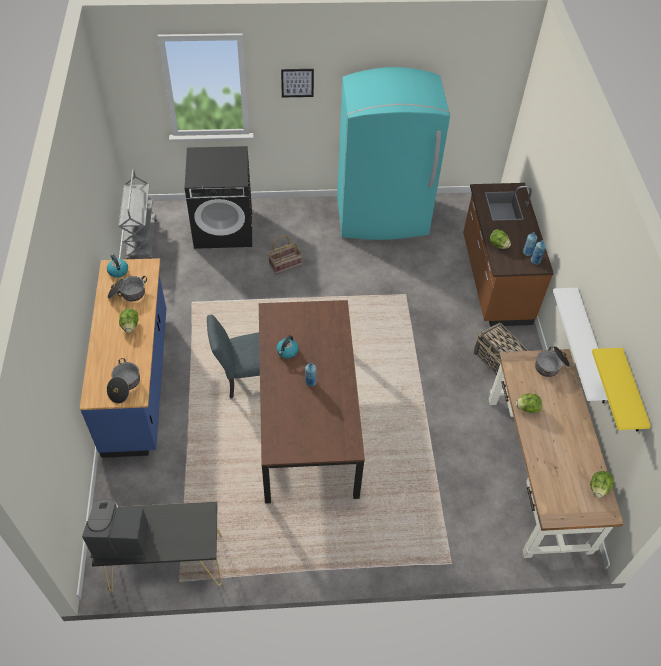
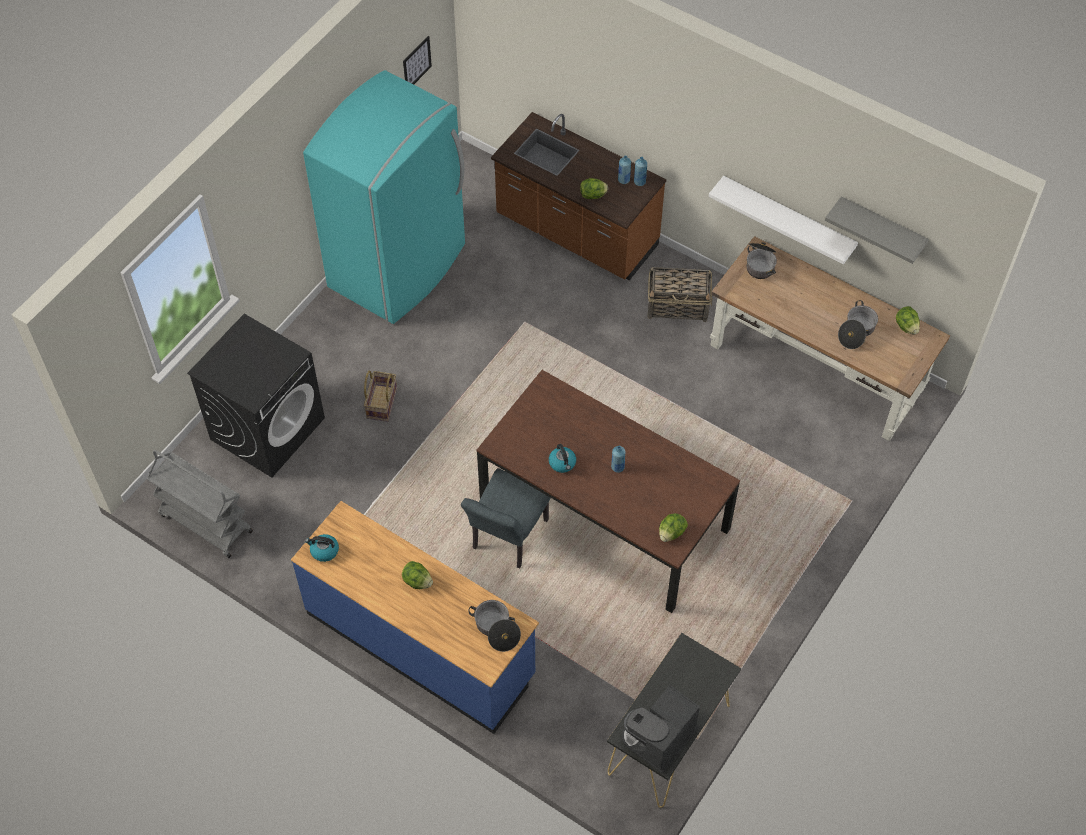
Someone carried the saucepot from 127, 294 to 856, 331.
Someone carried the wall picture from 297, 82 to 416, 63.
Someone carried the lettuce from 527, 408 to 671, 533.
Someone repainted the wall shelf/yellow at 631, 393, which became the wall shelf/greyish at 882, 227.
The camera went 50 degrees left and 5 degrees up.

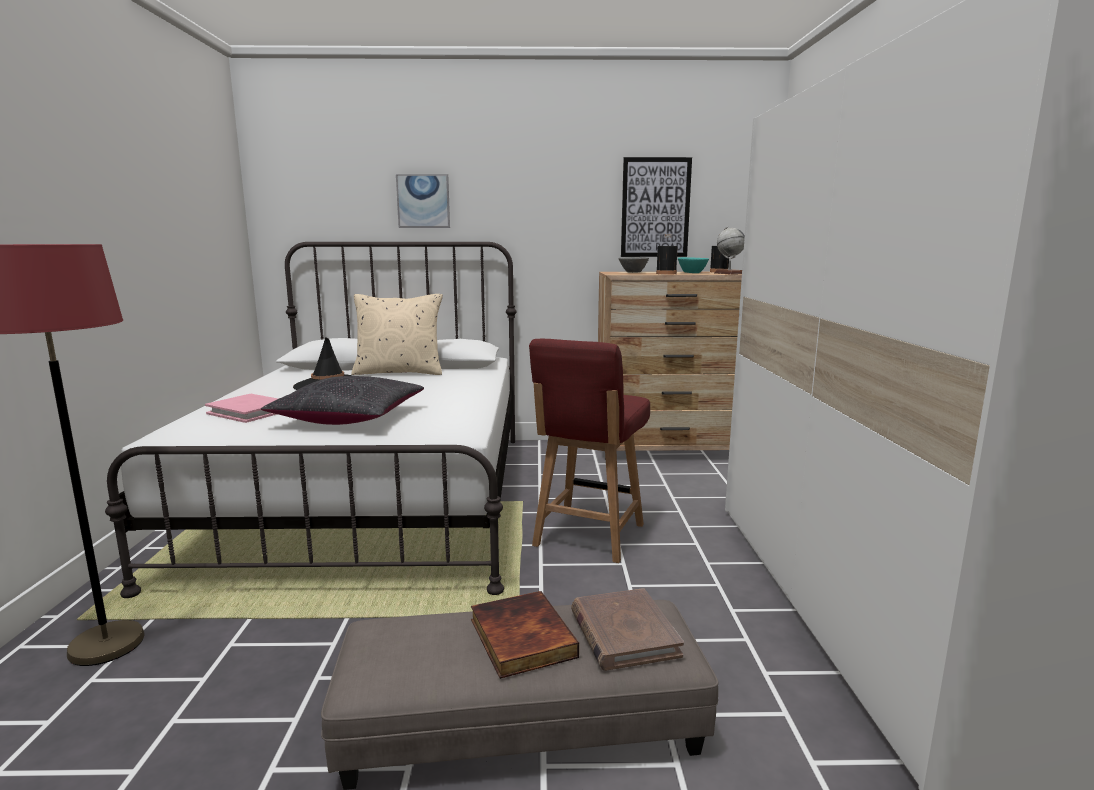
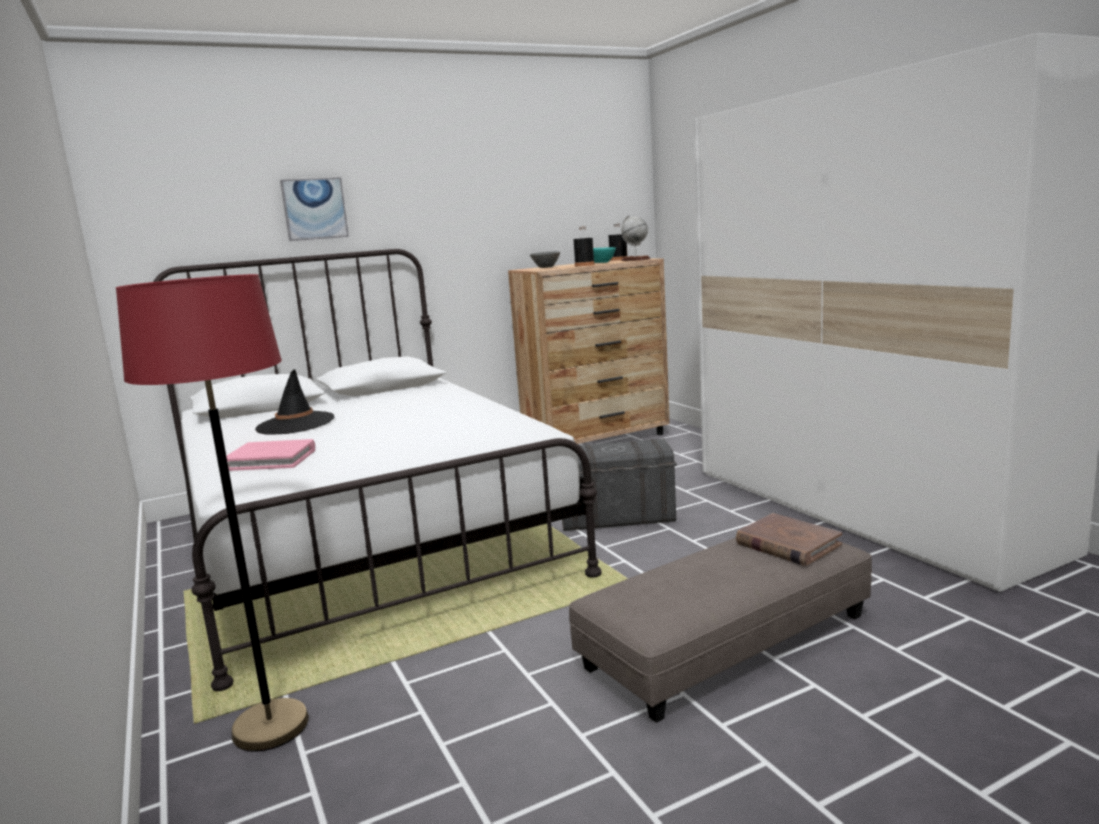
Someone took away the pillow/black at 349, 418.
Someone took away the pillow/beige-coloured at 399, 372.
Someone took away the volume at 520, 638.
Someone swapped the upright chair/reddish at 588, 536 for the storage box/greyish at 616, 517.
Someone took away the wall picture at 655, 208.
The camera went 25 degrees left and 0 degrees up.

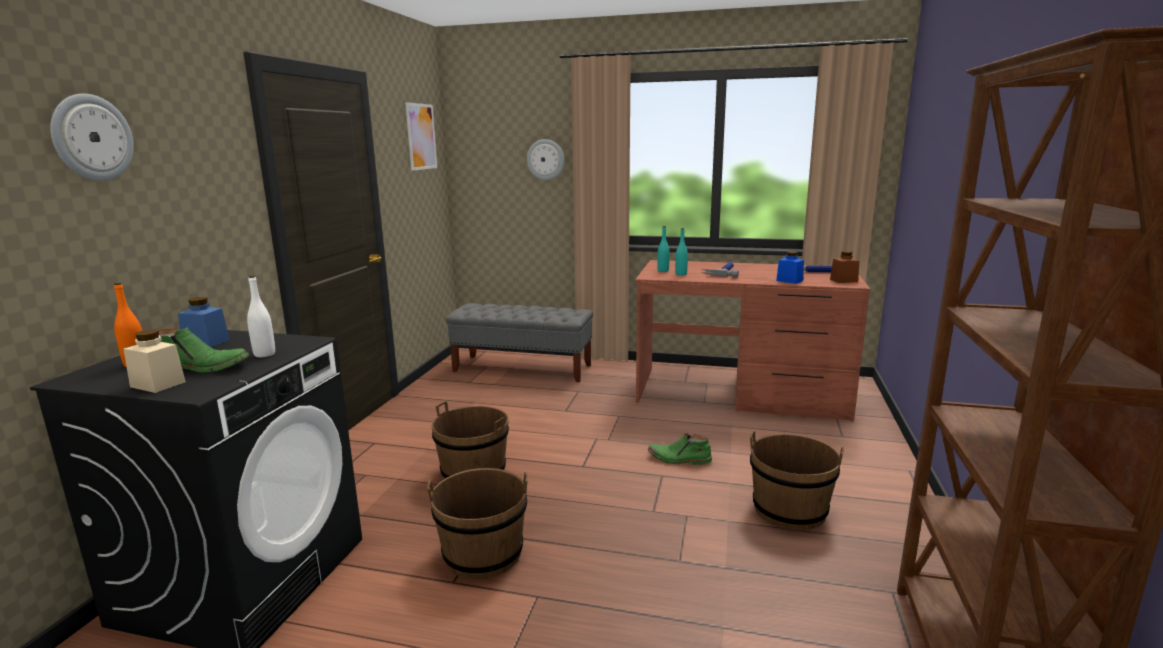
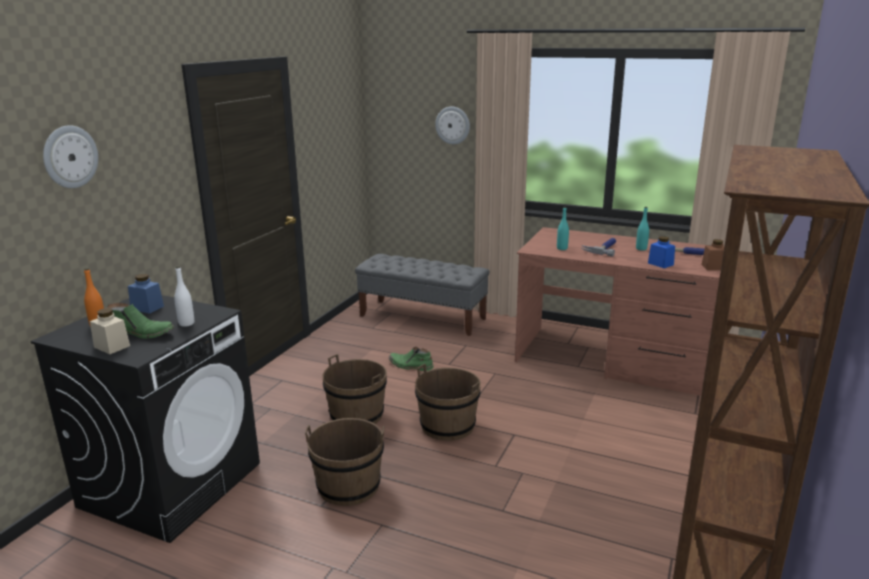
Someone took away the wall picture at 421, 136.
Someone carried the tall boot/greenish from 679, 459 to 410, 366.
Someone carried the bottle/blue-green from 663, 271 to 641, 249.
Someone carried the pail/brown-coloured from 789, 510 to 447, 425.
The camera went 10 degrees right and 5 degrees up.

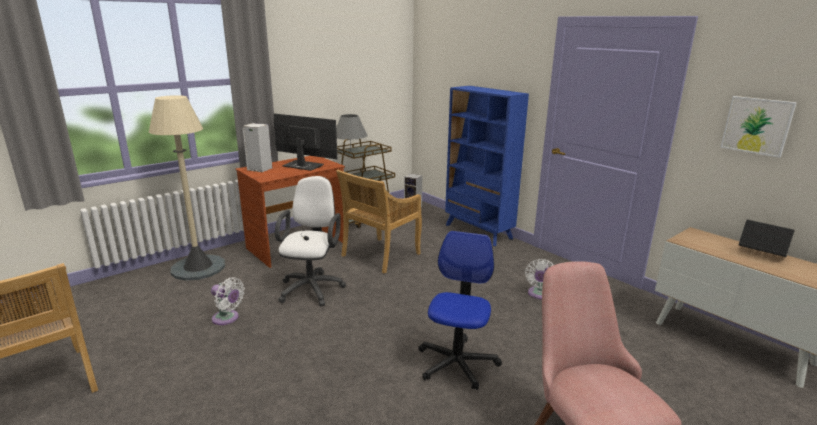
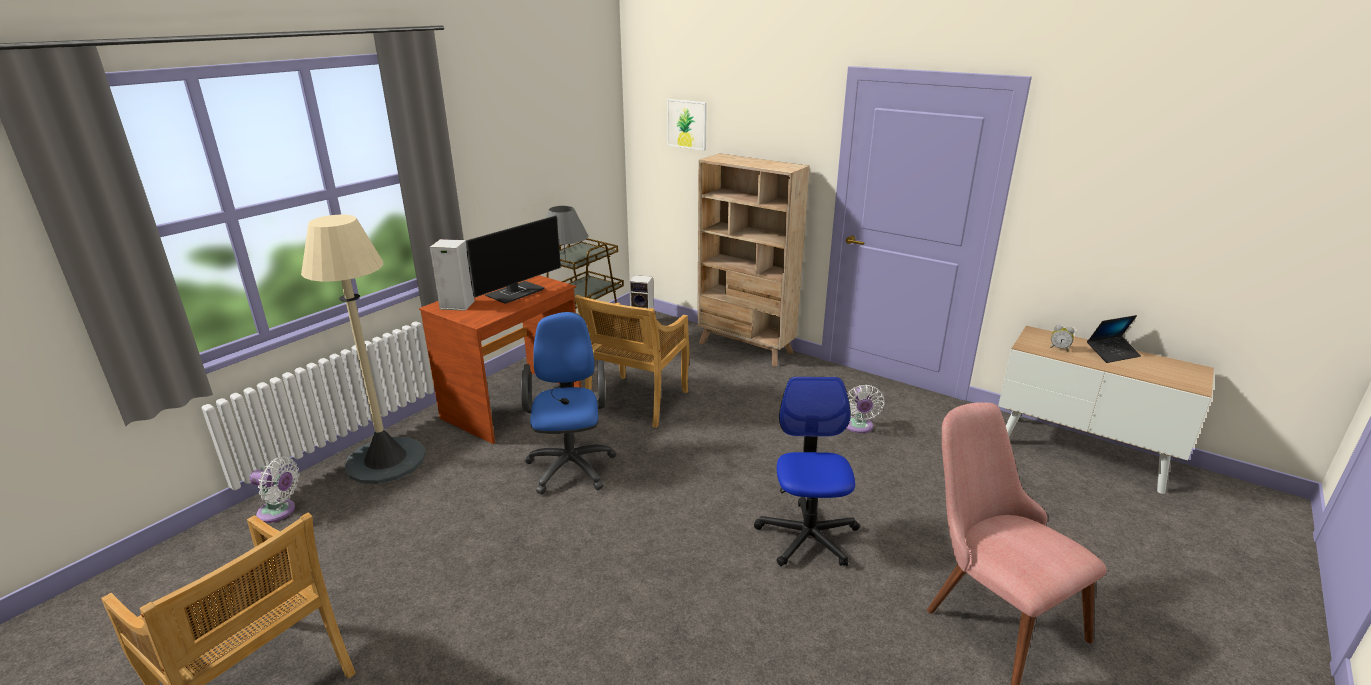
Someone carried the electric fan/white-coloured from 227, 318 to 279, 512.
Someone rotated the monitor at 302, 166 by 120 degrees clockwise.
Someone repainted the desk chair/white-coloured at 312, 287, which became the desk chair/blue at 571, 464.
Someone repainted the bookshelf/blue at 478, 232, which became the bookshelf/beige-coloured at 745, 348.
Someone carried the wall picture from 756, 125 to 687, 124.
Someone rotated the notebook computer at 761, 254 by 135 degrees clockwise.
Someone put down the table clock at 1059, 348.
The camera went 15 degrees left and 5 degrees up.

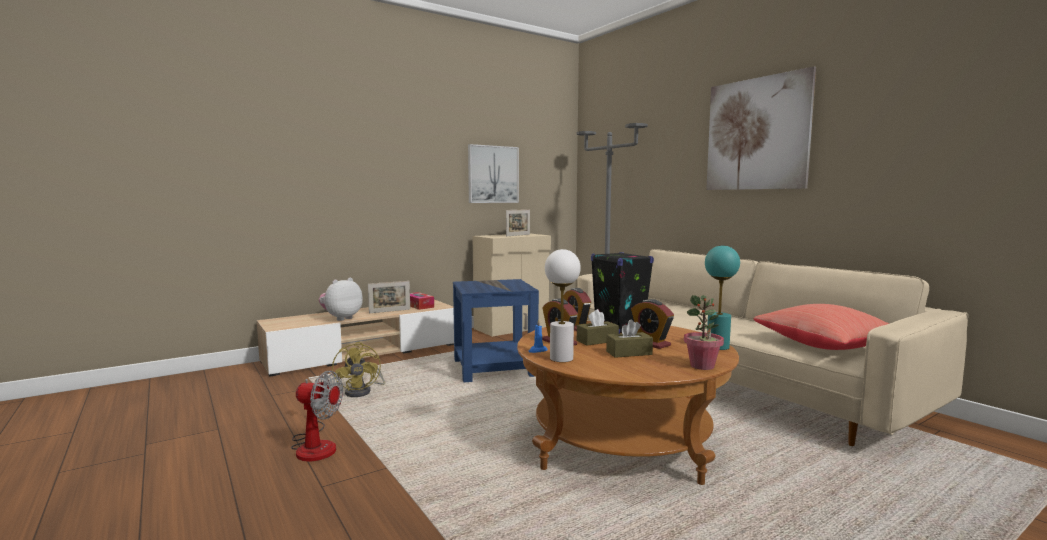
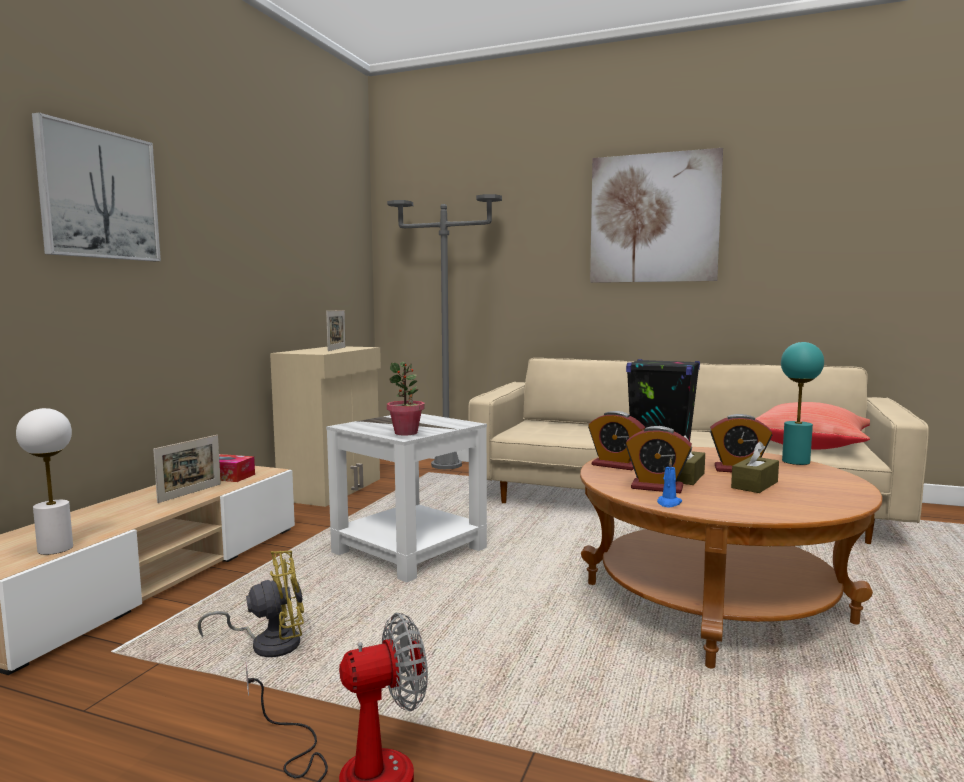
Someone took away the plush toy at 341, 318.
Someone rotated the electric fan/yellow at 363, 391 by 60 degrees counterclockwise.
Someone repainted the side table/blue at 493, 367, which became the side table/white-coloured at 407, 550.
Someone carried the wall picture from 493, 174 to 99, 194.
Someone carried the tabletop lamp/white-coloured from 561, 358 to 55, 549.
Someone carried the plant in a pot from 702, 366 to 406, 433.
The camera went 35 degrees left and 0 degrees up.

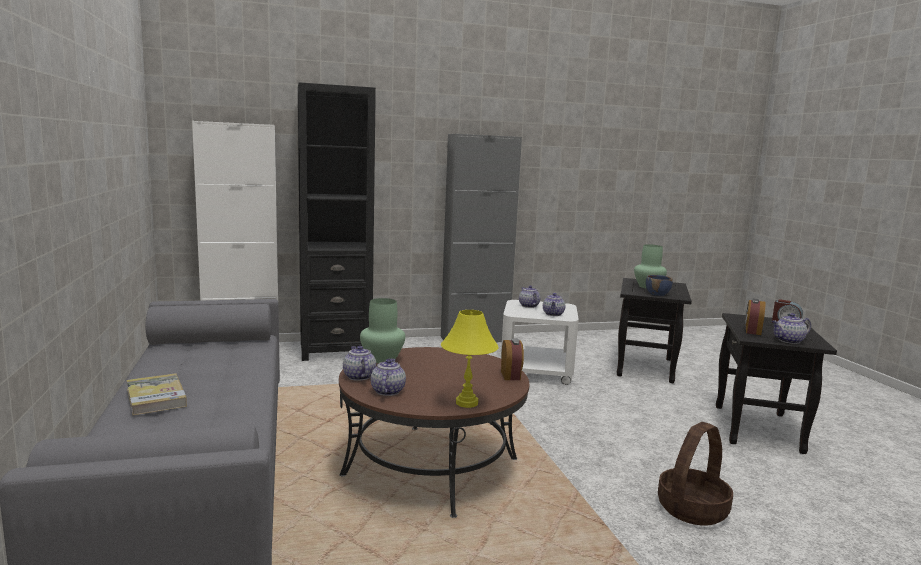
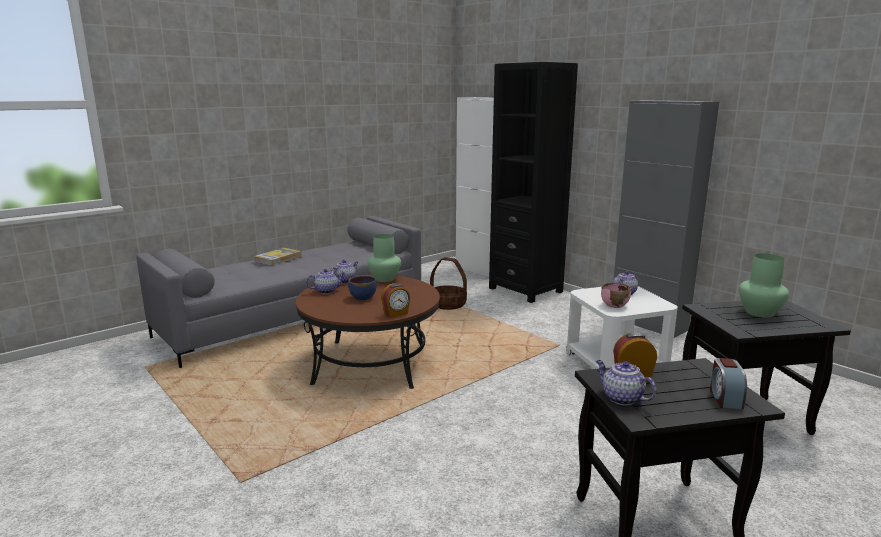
Someone took away the tabletop lamp/yellow at 467, 403.
Someone swapped the tea pot at 553, 314 for the bowl/pinkish at 614, 305.
Someone carried the bowl/blue from 657, 294 to 363, 297.
Someone carried the storage basket from 692, 509 to 448, 304.
The camera went 65 degrees right and 5 degrees up.

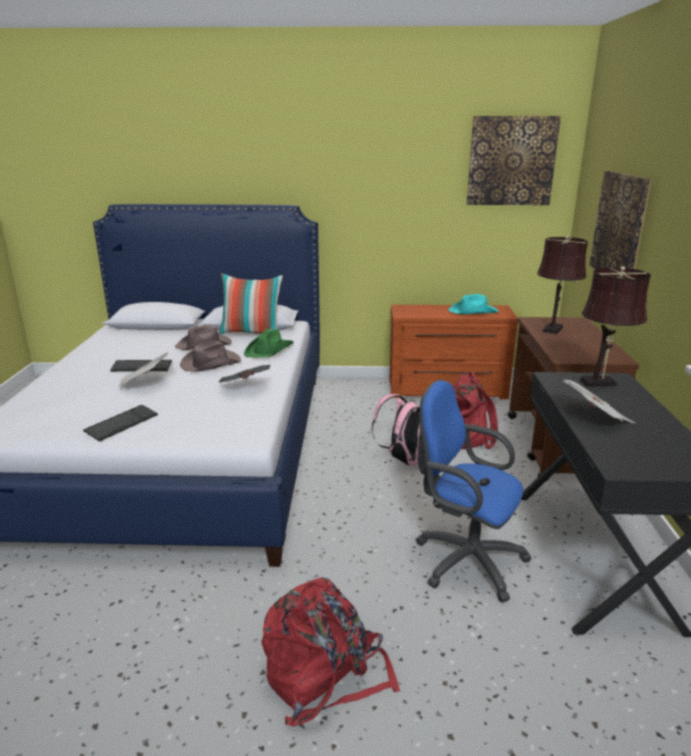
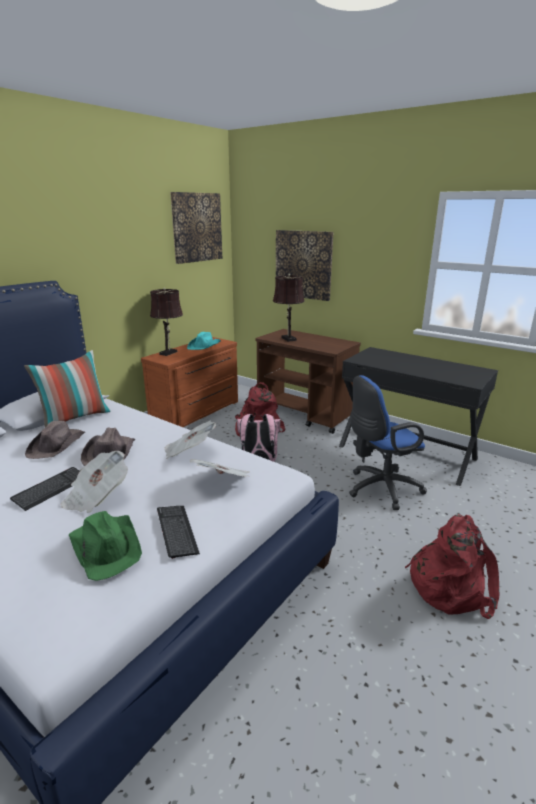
Someone carried the wearable hat/greenish from 269, 350 to 107, 547.
Someone carried the printed paper from 595, 418 to 223, 482.
Someone carried the tabletop lamp/brown-coloured from 601, 383 to 169, 352.
The camera went 55 degrees left and 0 degrees up.

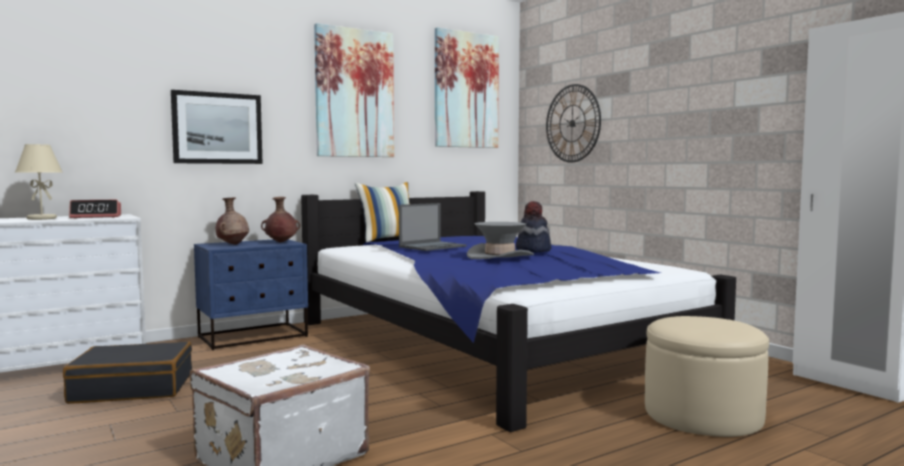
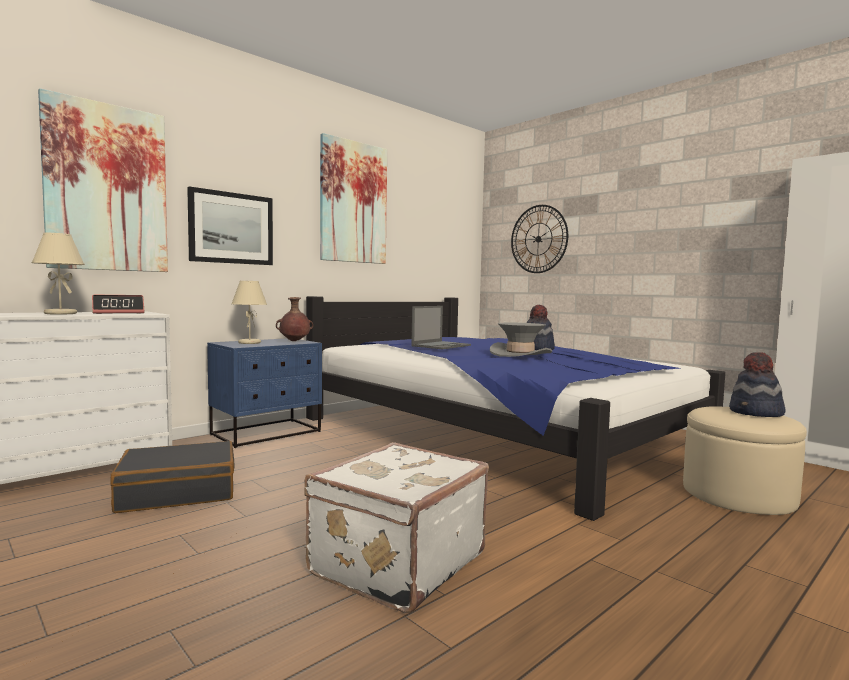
Someone swapped the flower vase/brown-coloured at 233, 244 for the tabletop lamp/beige-coloured at 249, 343.
Someone took away the pillow at 388, 239.
Someone carried the wall picture from 466, 90 to 107, 188.
Someone put down the wearable hat at 756, 413.
The camera went 10 degrees left and 0 degrees up.

